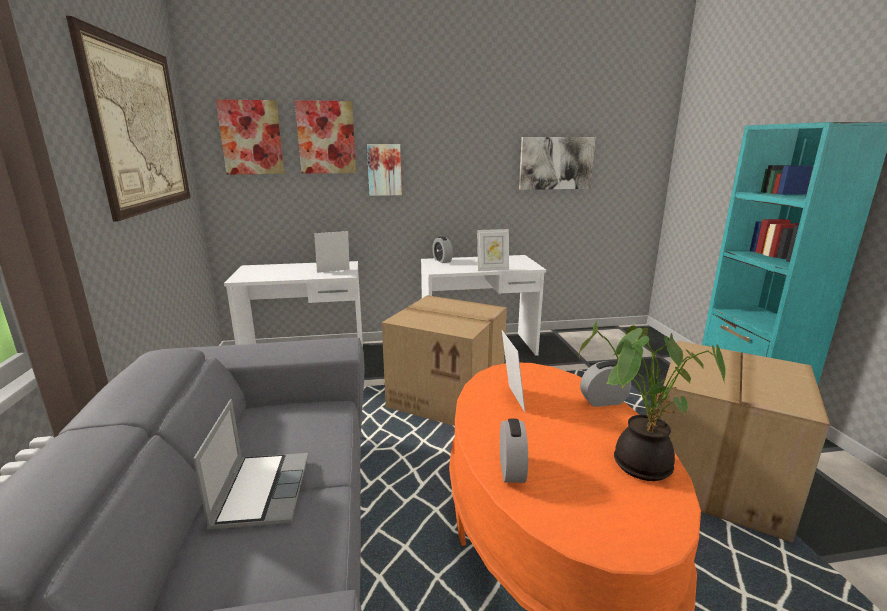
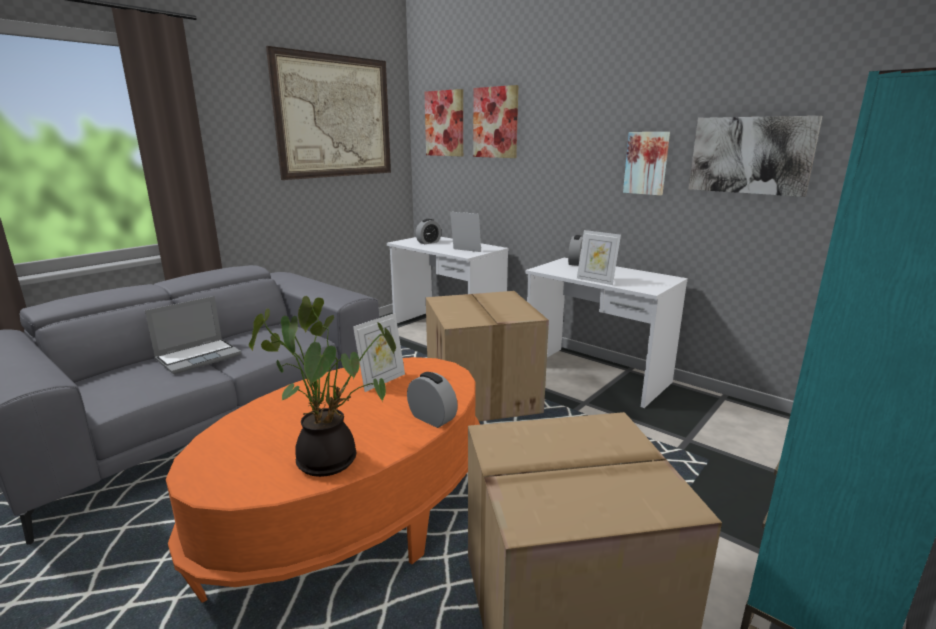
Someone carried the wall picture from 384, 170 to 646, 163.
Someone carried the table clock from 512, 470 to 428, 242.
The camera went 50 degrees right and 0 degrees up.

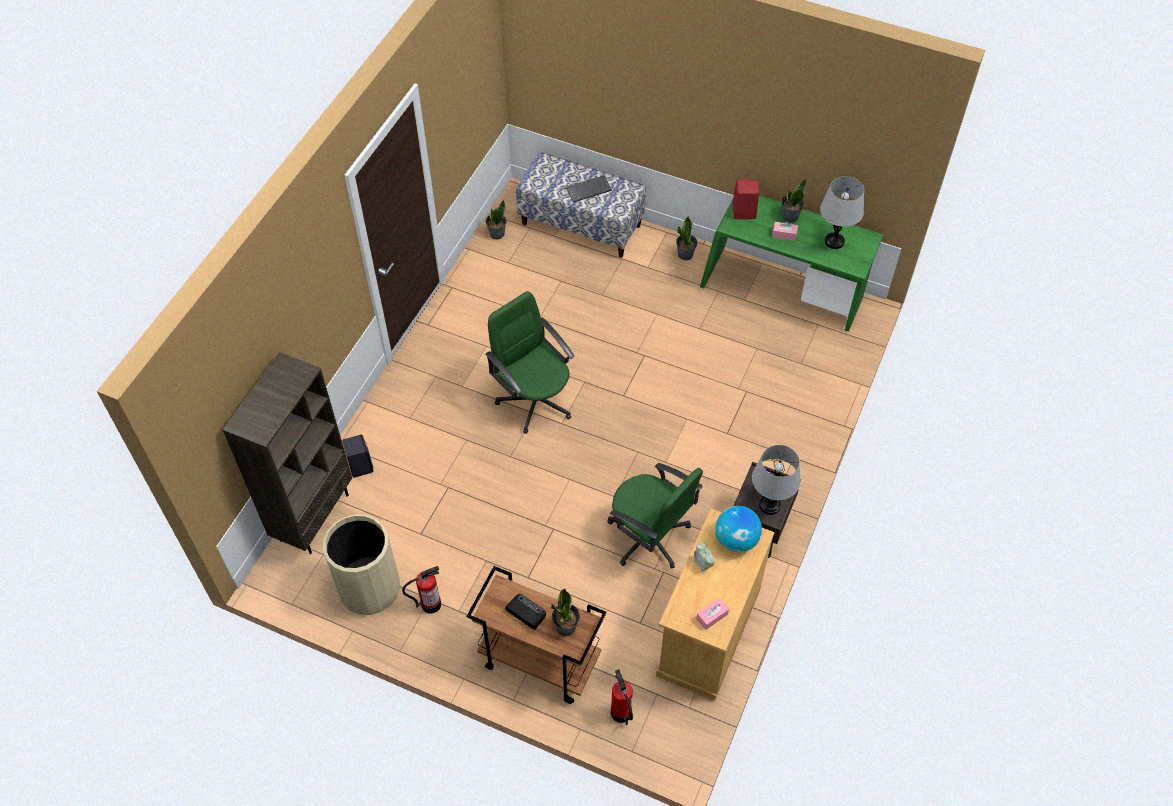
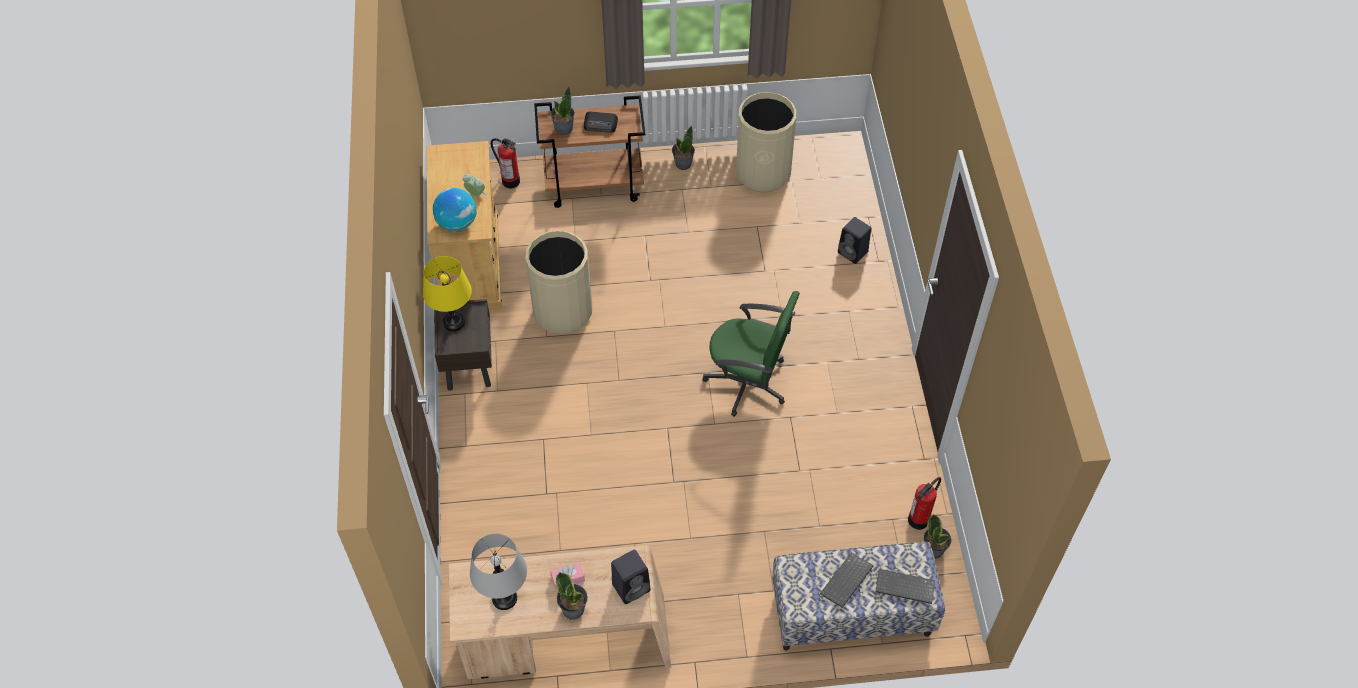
Someone took away the bookshelf/brown-coloured at 314, 516.
Someone carried the extinguisher from 430, 604 to 918, 520.
Someone swapped the desk chair/greenish at 649, 537 for the rubbish bin/beige-coloured at 562, 311.
Someone carried the plant in a pot from 685, 254 to 683, 164.
Someone took away the box of tissues/pinkish at 712, 616.
Someone repainted the desk unit/greenish at 782, 291, which became the desk unit/beige-coloured at 566, 641.
Someone repainted the speaker/reddish at 743, 212, which became the speaker/black at 632, 586.
Someone repainted the tabletop lamp/greyish at 769, 505, which became the tabletop lamp/yellow at 454, 322.
Someone put down the keyboard at 904, 588.
The camera went 150 degrees right and 0 degrees up.

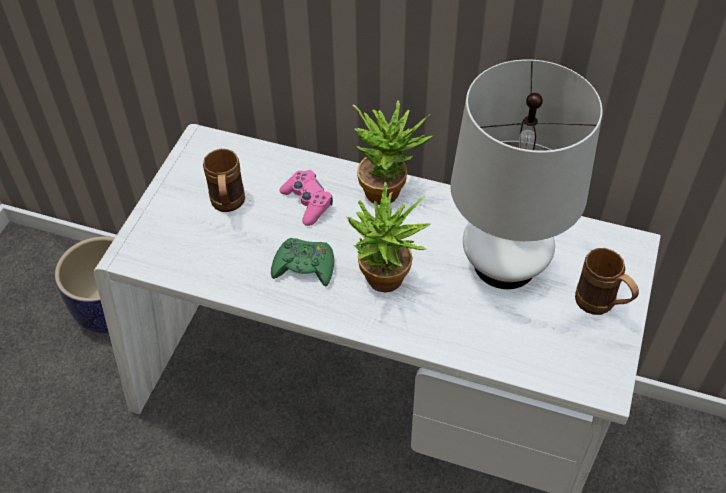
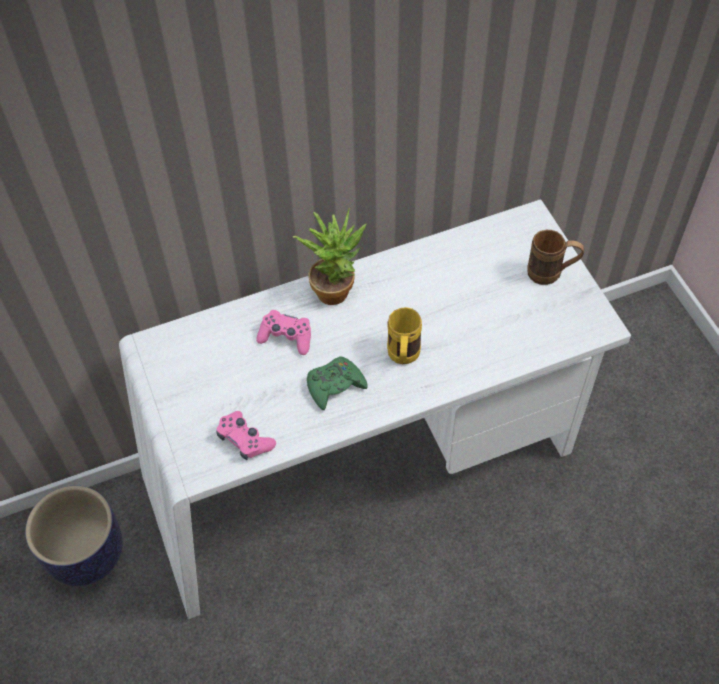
Someone took away the tea mug/brown-coloured at 228, 206.
Someone swapped the plant in a pot at 384, 284 for the tea mug/yellow at 403, 358.
Someone took away the tabletop lamp/white-coloured at 504, 264.
Someone put down the gamepad/pinkish at 245, 440.
The camera went 40 degrees left and 5 degrees up.

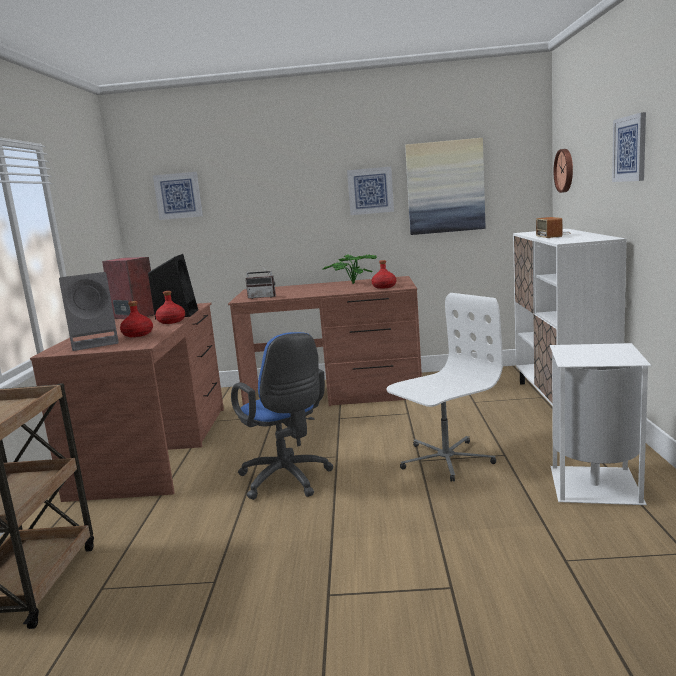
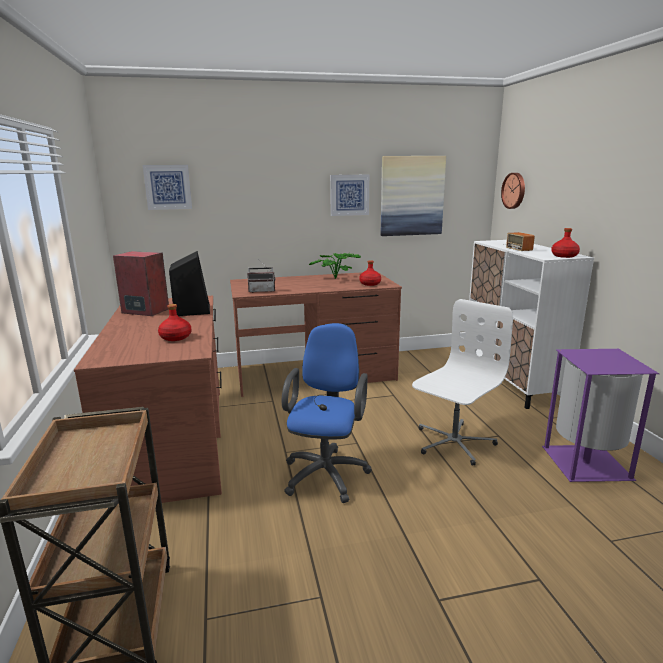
Someone took away the speaker/greyish at 96, 342.
Someone carried the bottle/reddish from 171, 321 to 564, 256.
Someone rotated the desk chair/blue at 287, 481 by 120 degrees counterclockwise.
Someone repainted the rubbish bin/white-coloured at 596, 486, which became the rubbish bin/purple-coloured at 588, 463.
Someone took away the wall picture at 630, 148.
The camera went 15 degrees left and 5 degrees up.

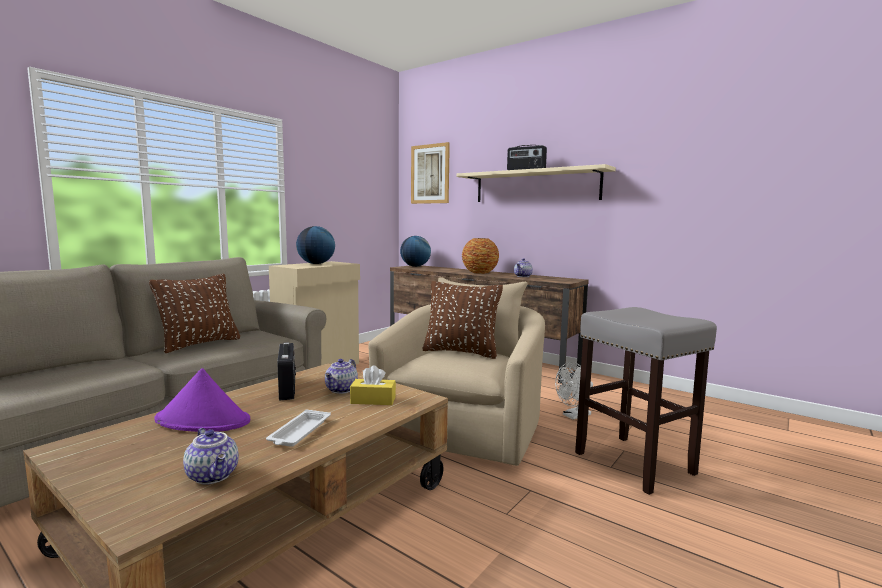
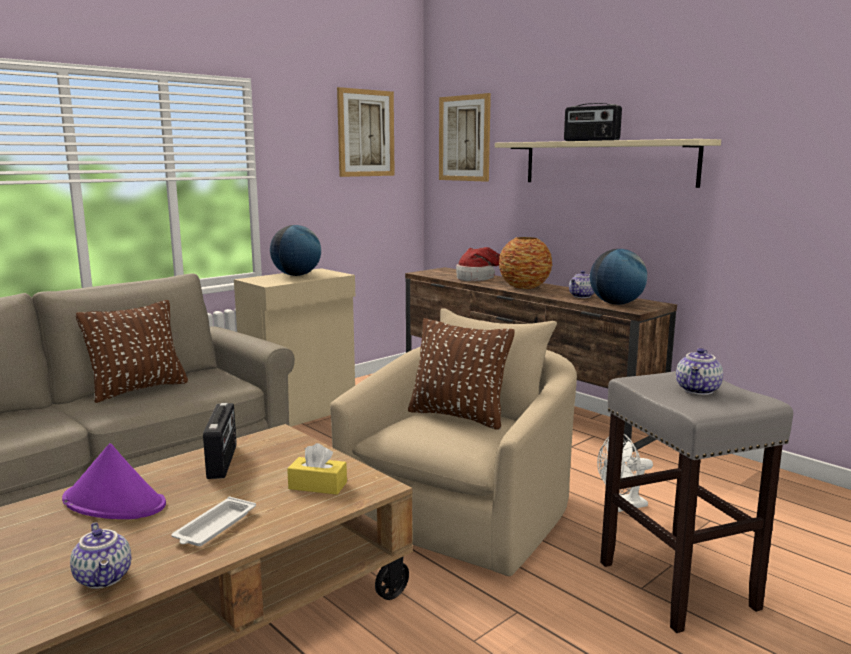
Someone carried the tea pot from 342, 390 to 698, 390.
Someone carried the globe from 415, 266 to 616, 304.
Someone put up the wall picture at 366, 133.
Someone put down the wearable hat at 477, 278.
The camera went 10 degrees right and 5 degrees up.

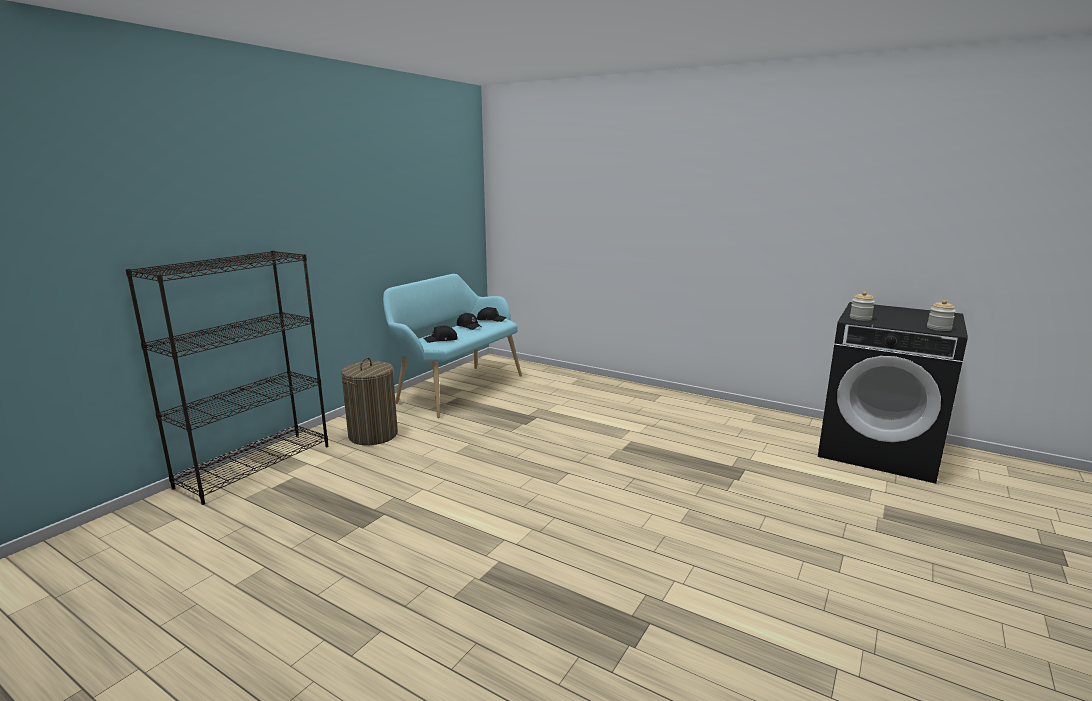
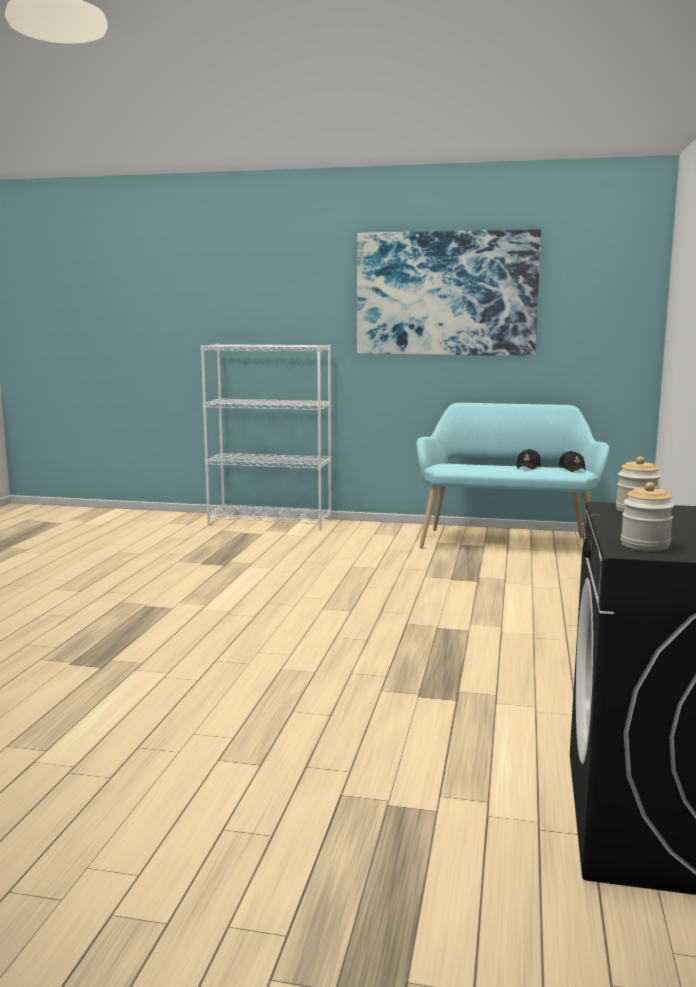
Someone repainted the bookshelf/black at 256, 465, which became the bookshelf/white-coloured at 271, 522.
Someone took away the washing basket at 373, 435.
Someone took away the baseball cap/black at 441, 340.
Someone put up the wall picture at 446, 294.
The camera went 70 degrees right and 5 degrees down.

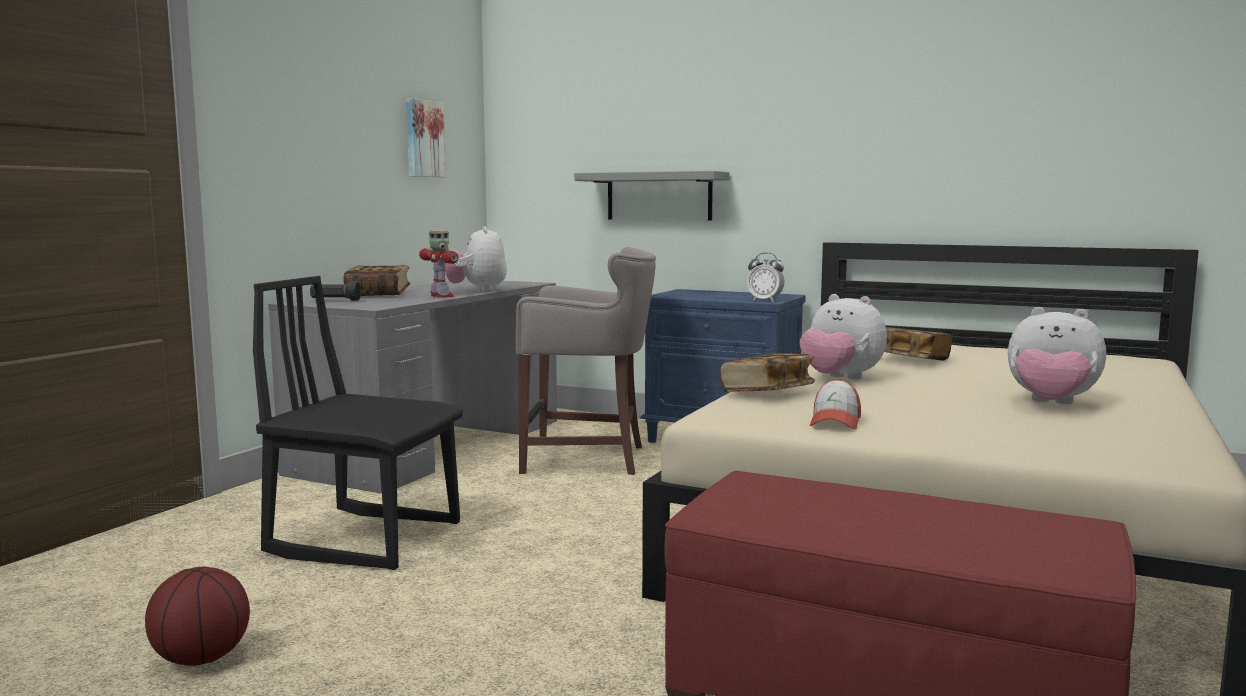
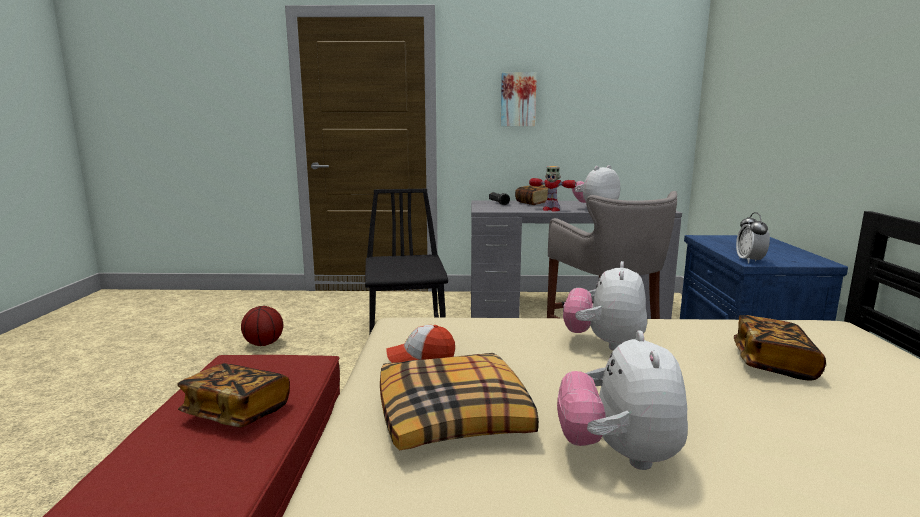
Someone carried the wall picture from 423, 139 to 518, 99.
Someone rotated the toy robot at 441, 296 by 90 degrees clockwise.
Someone took away the wall shelf/greyish at 659, 196.
Someone carried the volume from 767, 393 to 237, 412.
Someone put down the pillow at 454, 416.
The camera went 65 degrees right and 5 degrees up.

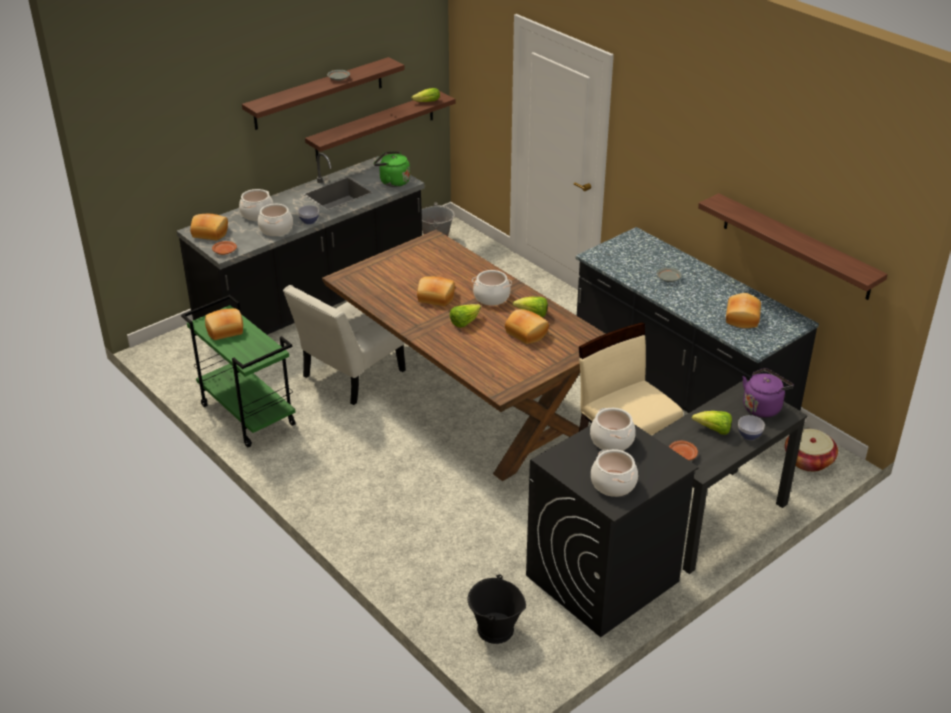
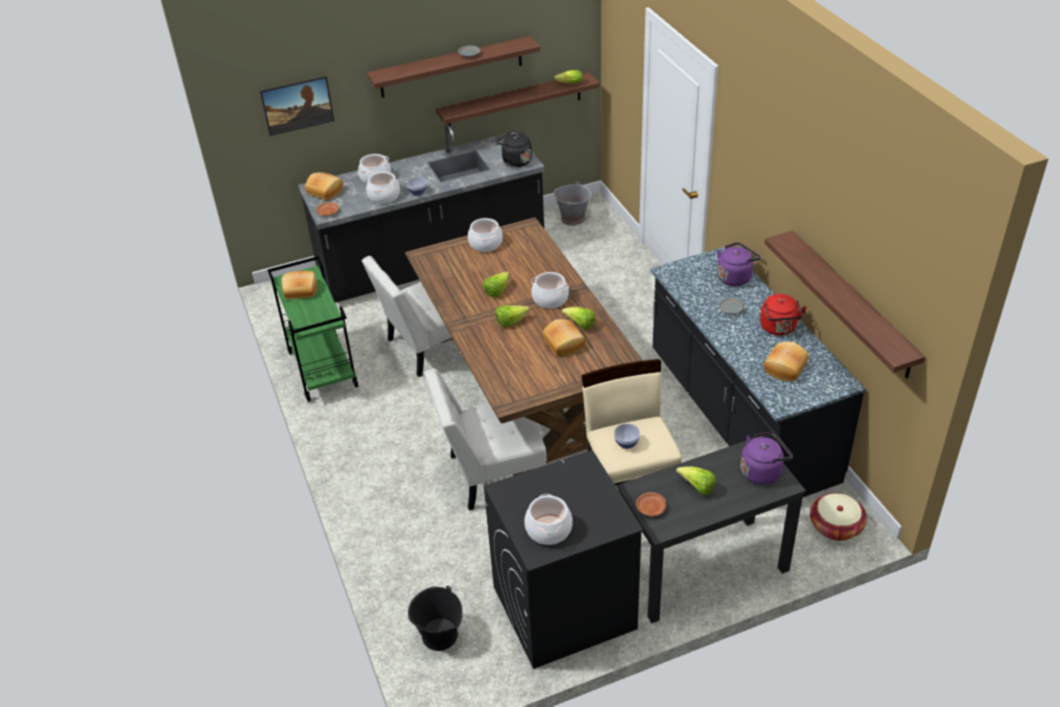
Someone repainted the water kettle/greenish at 392, 182, which became the water kettle/black at 515, 161.
Someone swapped the baked bread at 435, 298 for the lettuce at 497, 291.
Someone carried the saucepot from 611, 440 to 485, 243.
Someone carried the bowl from 749, 435 to 626, 443.
Someone put up the wall picture at 299, 116.
Someone put down the upright chair/white-coloured at 491, 474.
Someone put down the water kettle/purple-coloured at 735, 277.
Someone put down the water kettle/reddish at 779, 328.
The camera went 20 degrees right and 5 degrees up.

